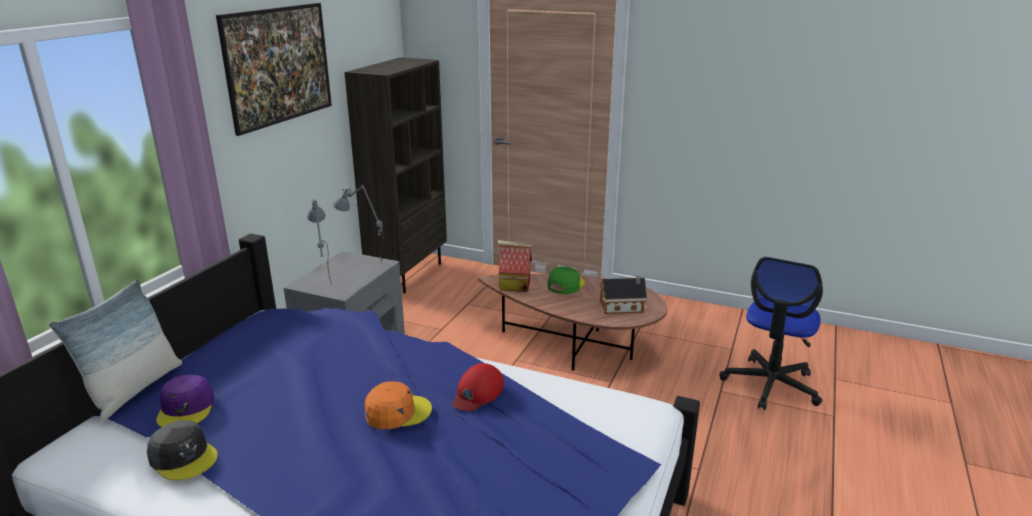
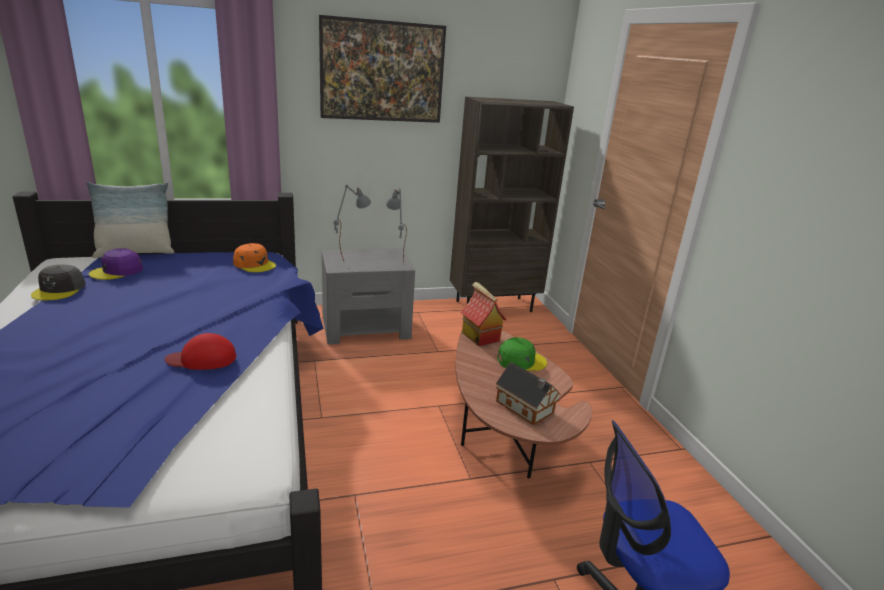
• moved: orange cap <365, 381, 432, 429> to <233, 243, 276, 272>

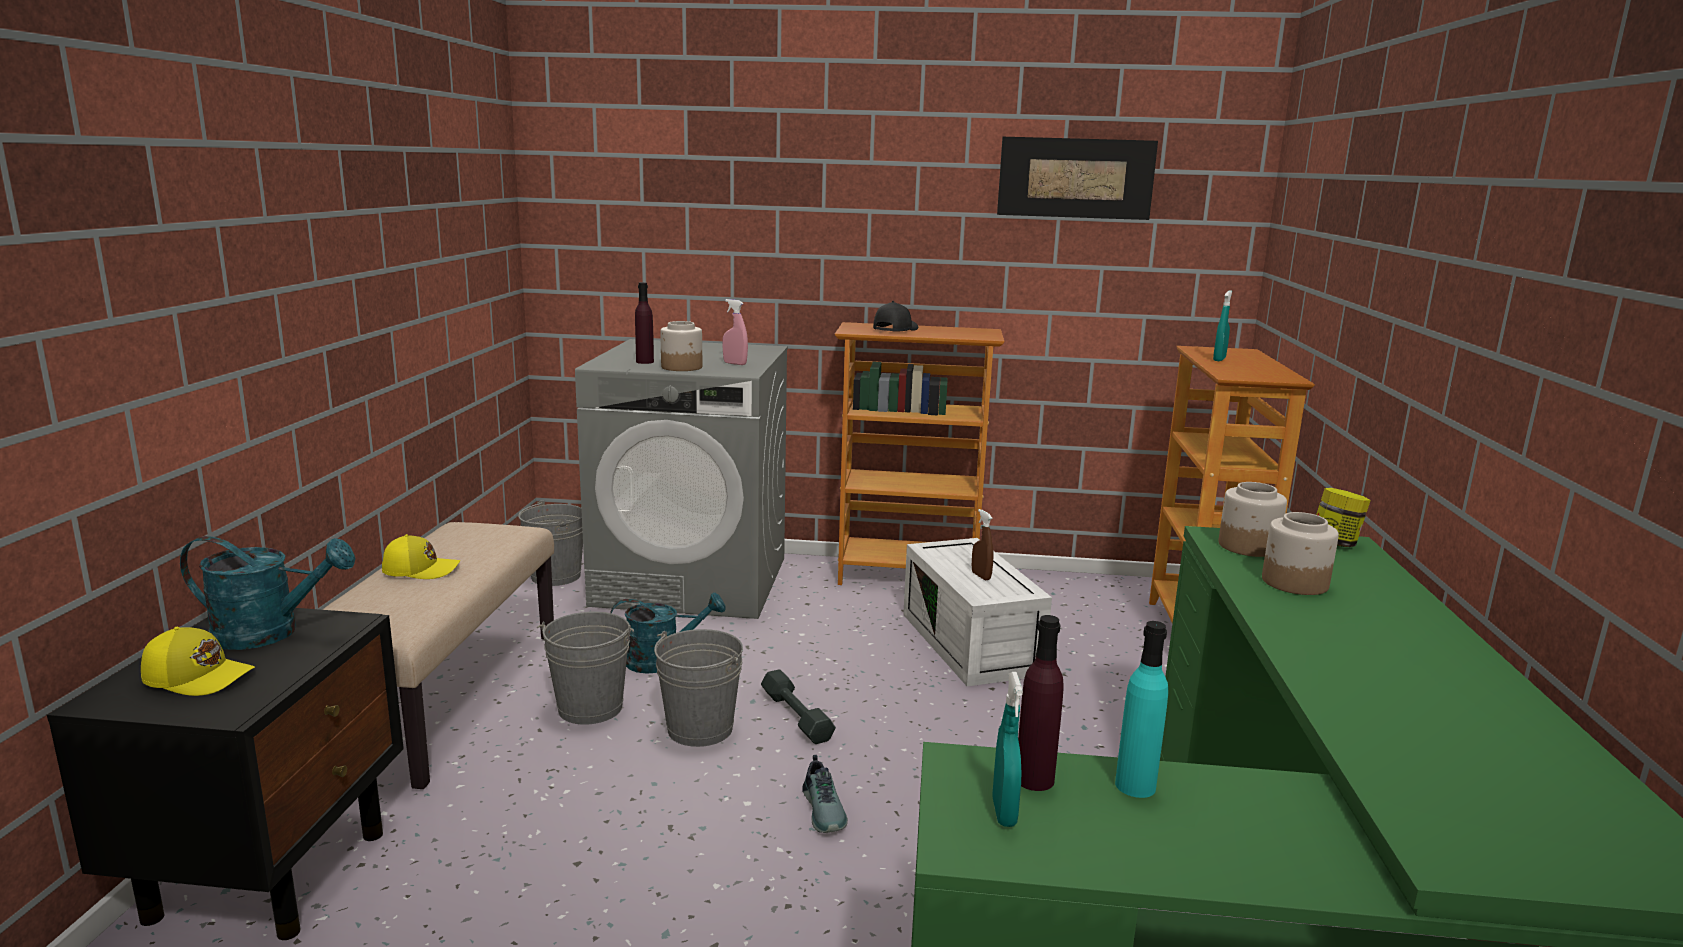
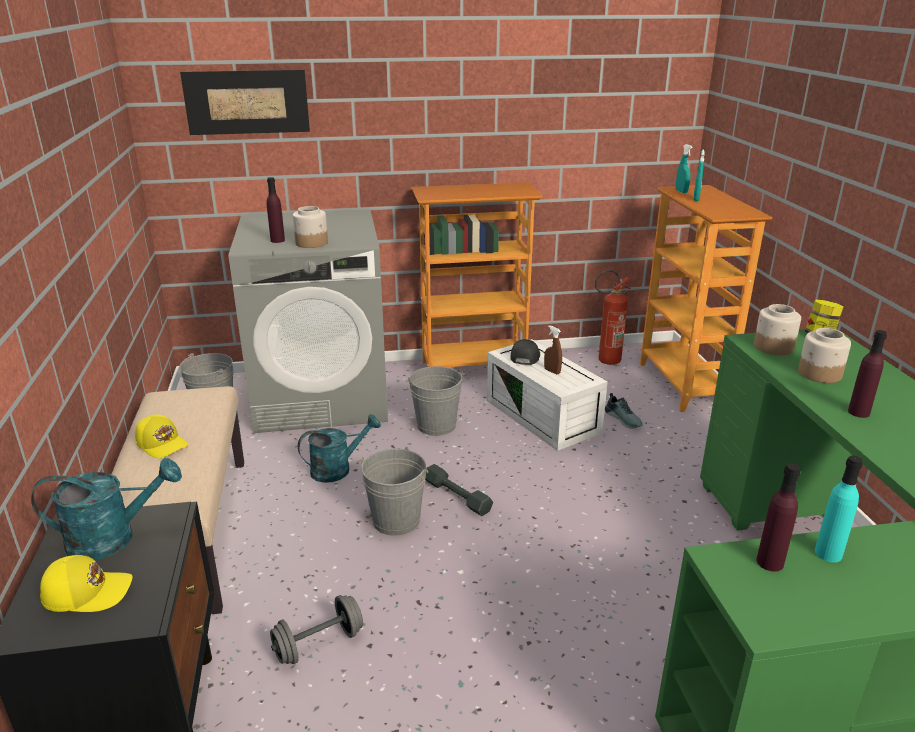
• turned: yellow cap <382, 534, 460, 579> = <135, 415, 188, 458> 60 degrees clockwise
• moved: picture <997, 137, 1158, 220> to <180, 70, 310, 135>
• added: grey dumbbell <270, 595, 363, 664>
• moved: grey bucket <537, 612, 634, 725> to <406, 366, 466, 436>
• moved: black cap <873, 301, 918, 332> to <510, 339, 540, 365>
• added: fire extinguisher <595, 270, 630, 365>
• moved: shoe <802, 755, 848, 833> to <605, 393, 643, 429>
• moved: turquoise spray bottle <992, 672, 1023, 827> to <675, 144, 692, 193>
• added: purple bottle <848, 330, 887, 418>
• removed: pink spray bottle <722, 299, 748, 365>

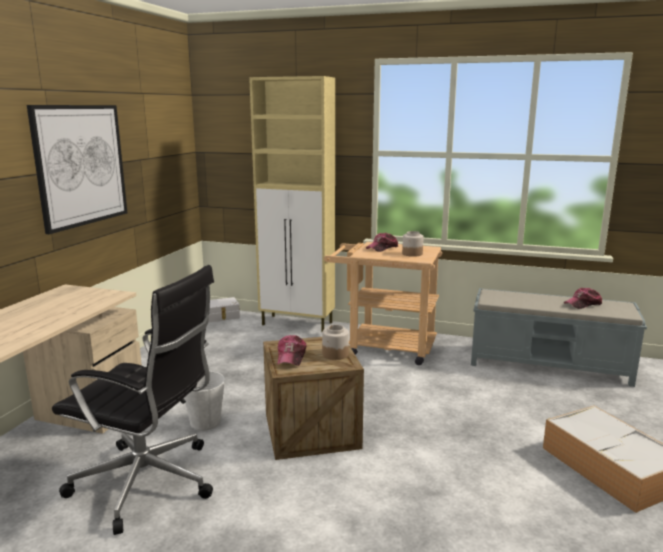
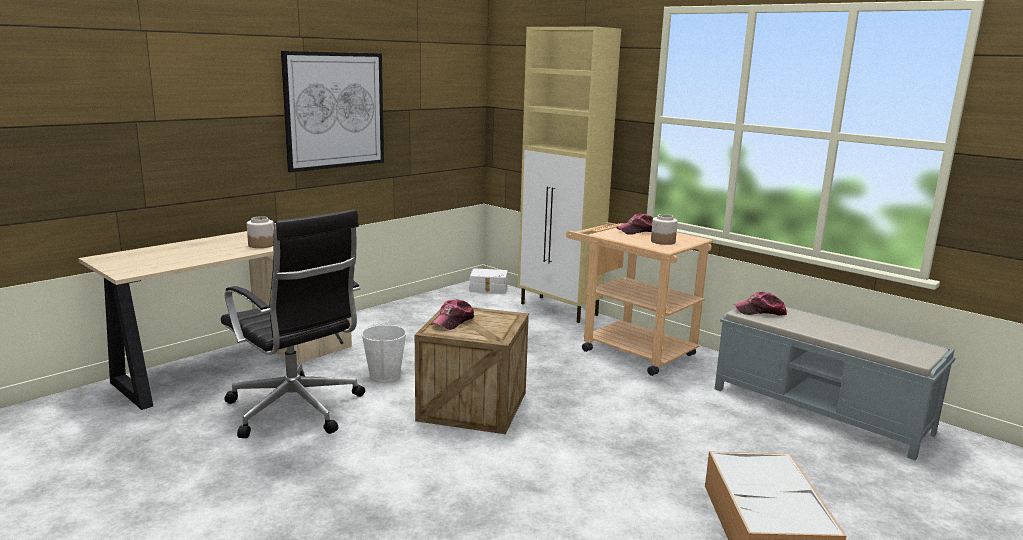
• moved: jar <322, 325, 349, 360> to <247, 216, 274, 248>
• moved: cap <564, 288, 602, 309> to <734, 292, 787, 316>

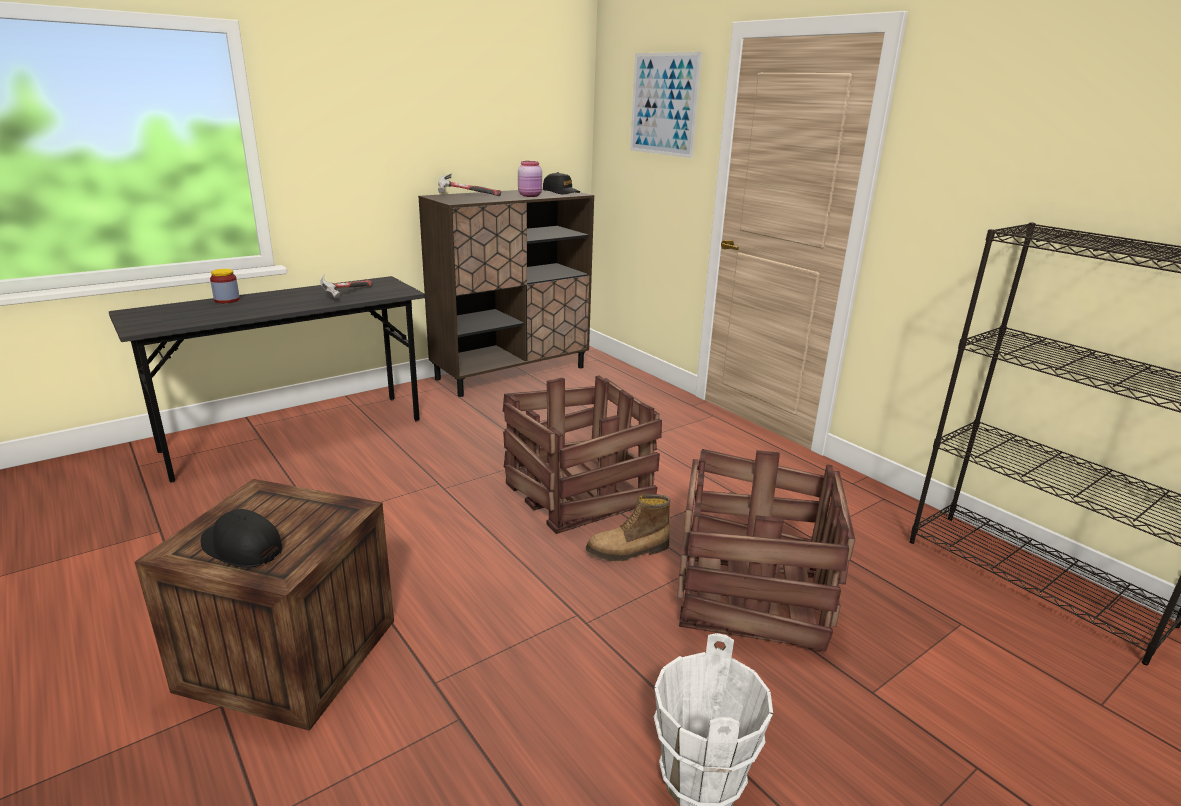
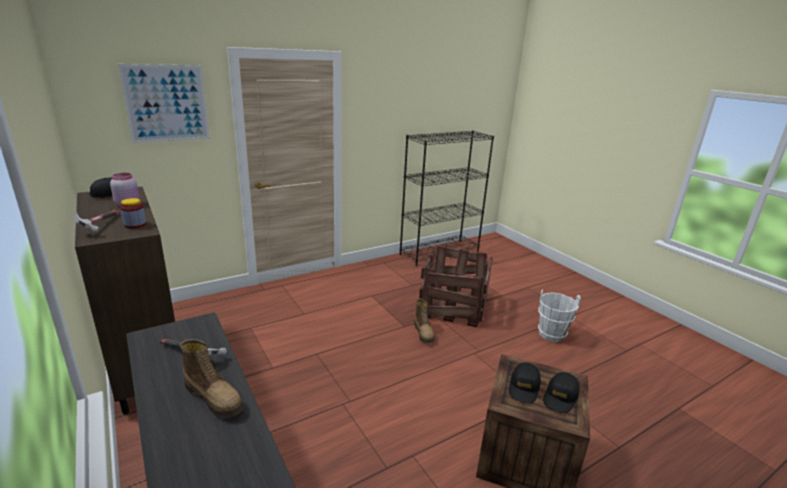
• moved: jar <210, 269, 240, 303> to <120, 198, 146, 229>
• added: boot <180, 339, 243, 418>
• added: black cap <509, 362, 541, 403>
• removed: crate <503, 376, 662, 534>

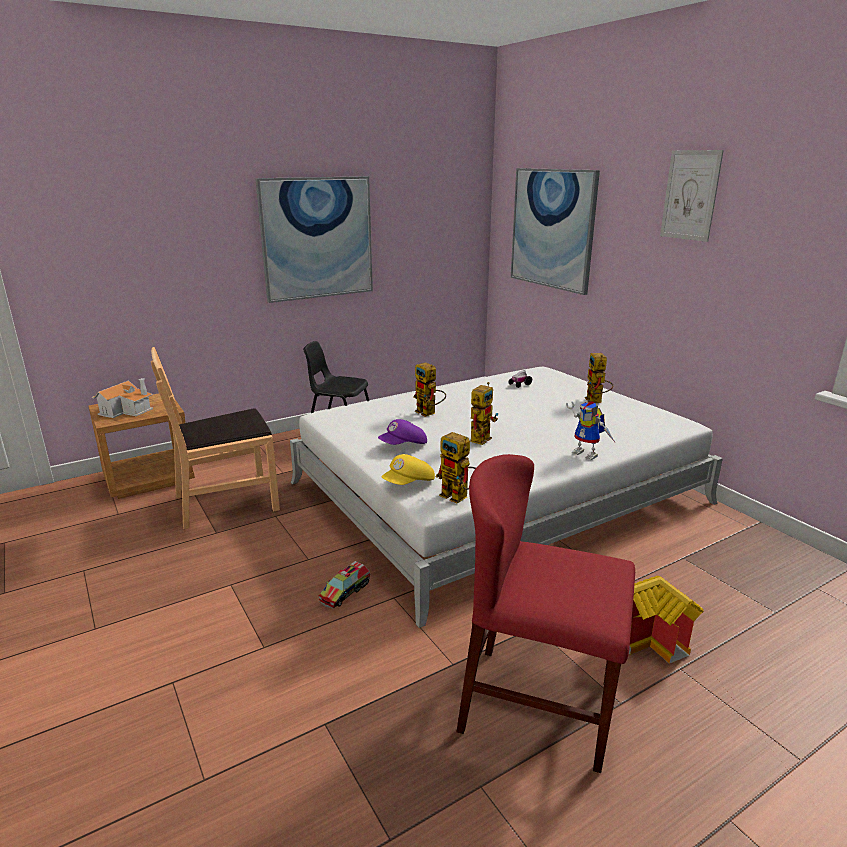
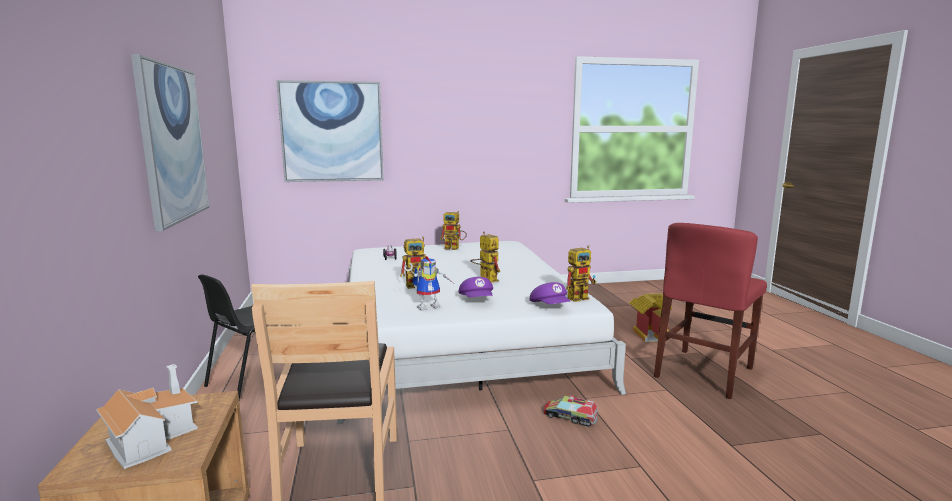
• moved: toy robot <566, 401, 615, 460> to <404, 257, 453, 311>
• recoloured: yellow cap <381, 454, 435, 485> to purple cap <530, 282, 570, 304>
• turned: toy truck <318, 561, 370, 609> = <543, 395, 598, 427> 150 degrees clockwise
• removed: picture <660, 150, 724, 242>

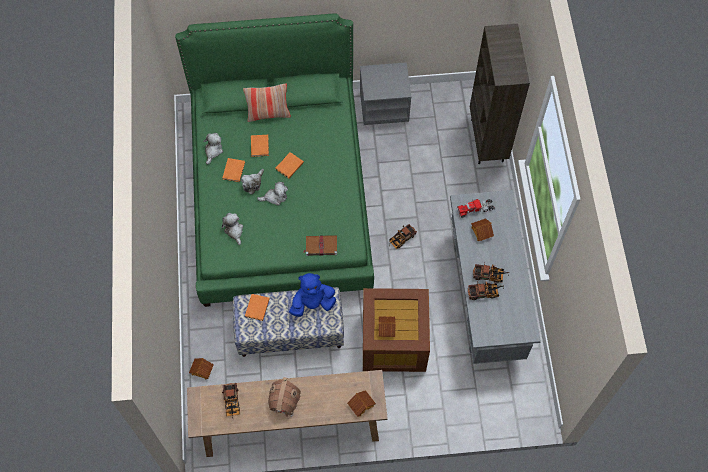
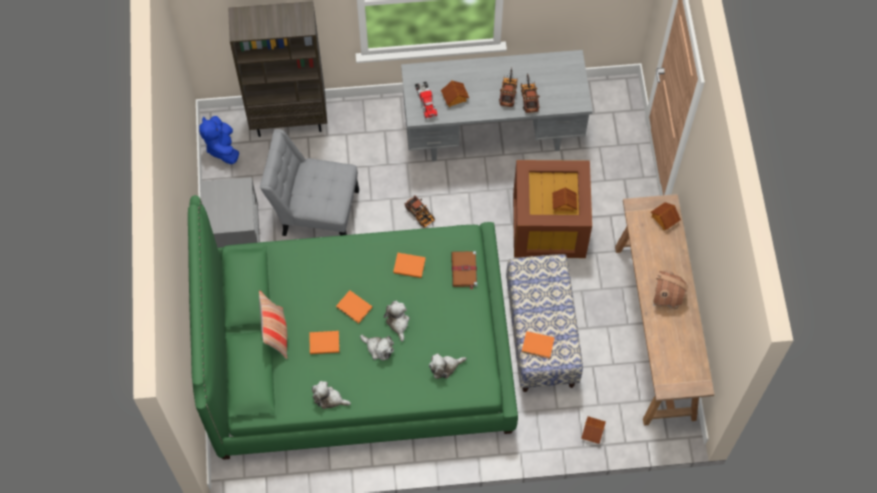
• moved: blue plush toy <289, 273, 336, 317> to <199, 116, 239, 164>
• added: grey chair <260, 129, 359, 236>
• moved: orange book <222, 158, 245, 182> to <393, 253, 426, 278>
• removed: toy truck <222, 383, 240, 418>

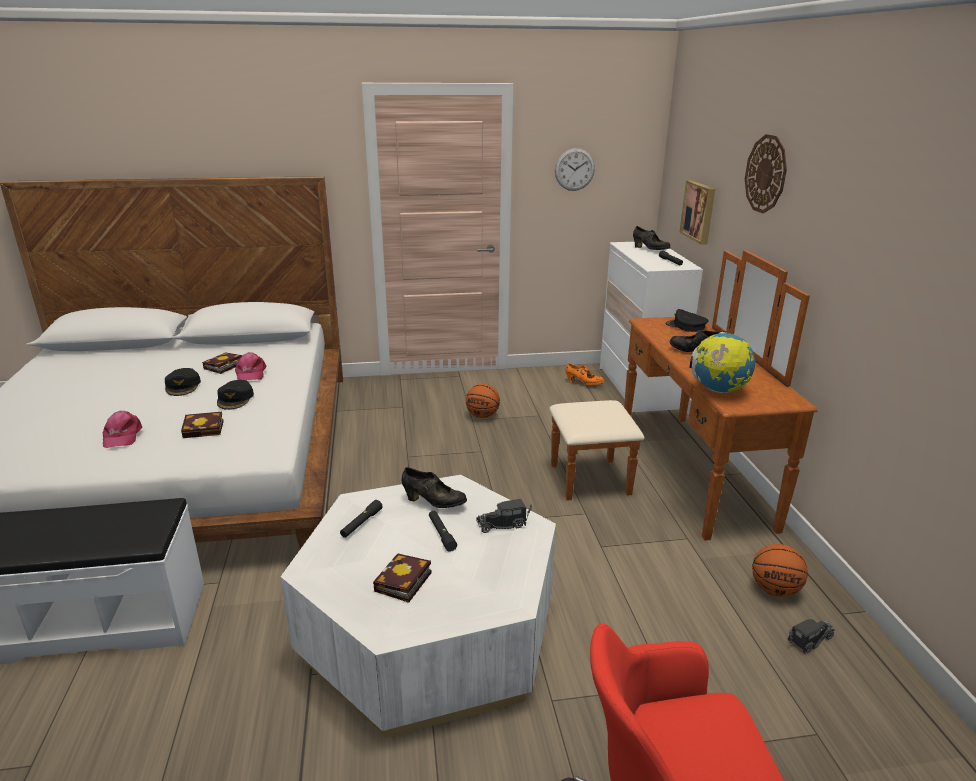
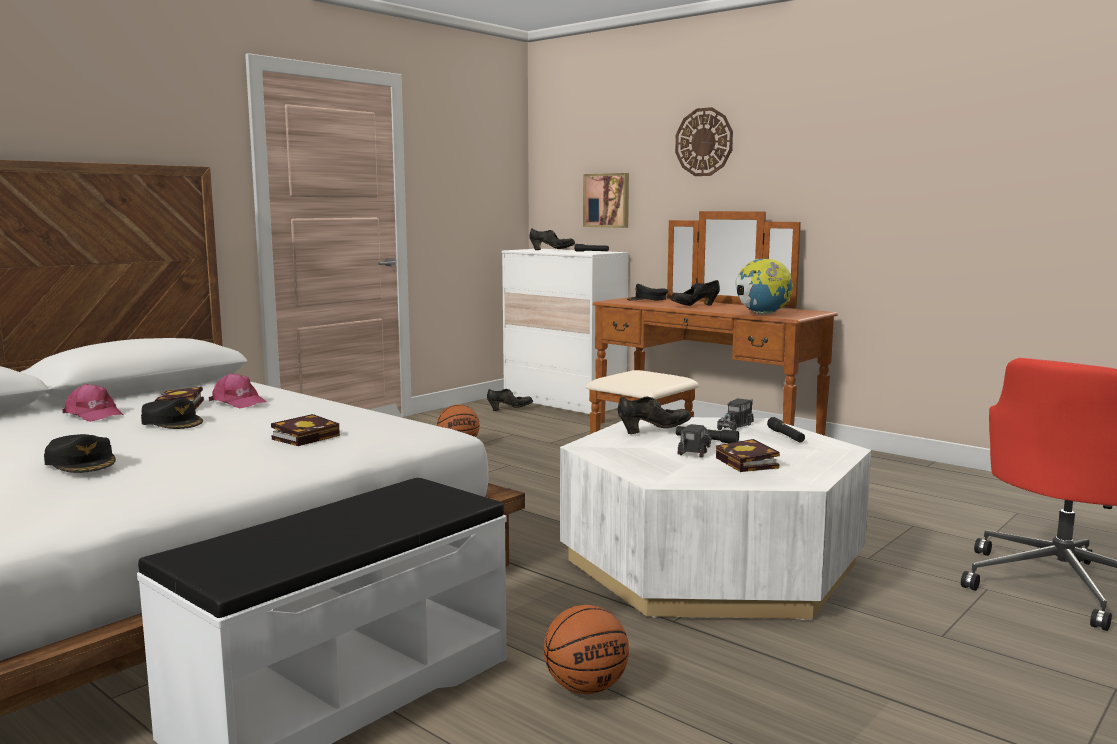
• moved: black cap <217, 380, 254, 410> to <44, 434, 116, 473>
• moved: pink cap <103, 411, 142, 448> to <62, 384, 124, 422>
• recoloured: orange shoe <566, 363, 605, 385> to black shoe <487, 389, 533, 411>
• moved: basketball <752, 544, 808, 597> to <544, 605, 629, 694>
• moved: toy truck <788, 619, 835, 654> to <677, 424, 712, 458>
• moved: black flashlight <340, 500, 383, 538> to <767, 417, 805, 442>
• removed: wall clock <555, 148, 595, 191>

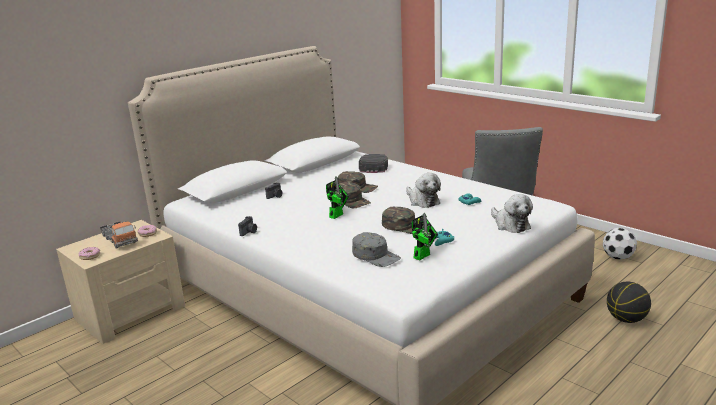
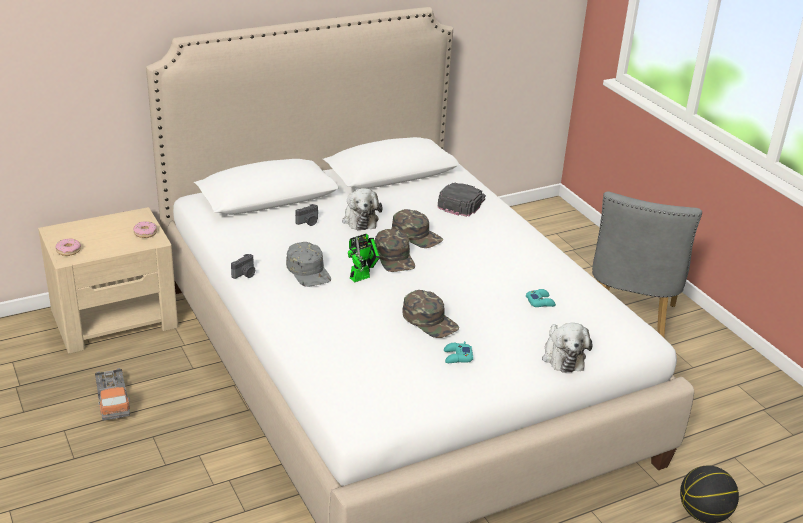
• moved: toy truck <100, 221, 138, 249> to <95, 368, 130, 420>
• moved: grey cap <352, 232, 401, 267> to <286, 242, 331, 287>
• moved: plush toy <406, 173, 441, 208> to <342, 188, 383, 230>
• removed: toy robot <412, 213, 438, 261>
• removed: football <603, 228, 637, 260>

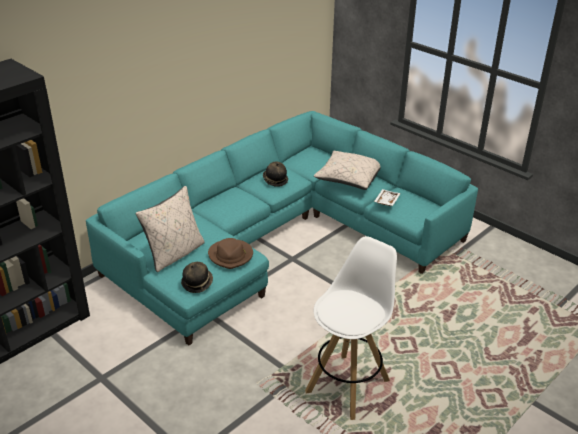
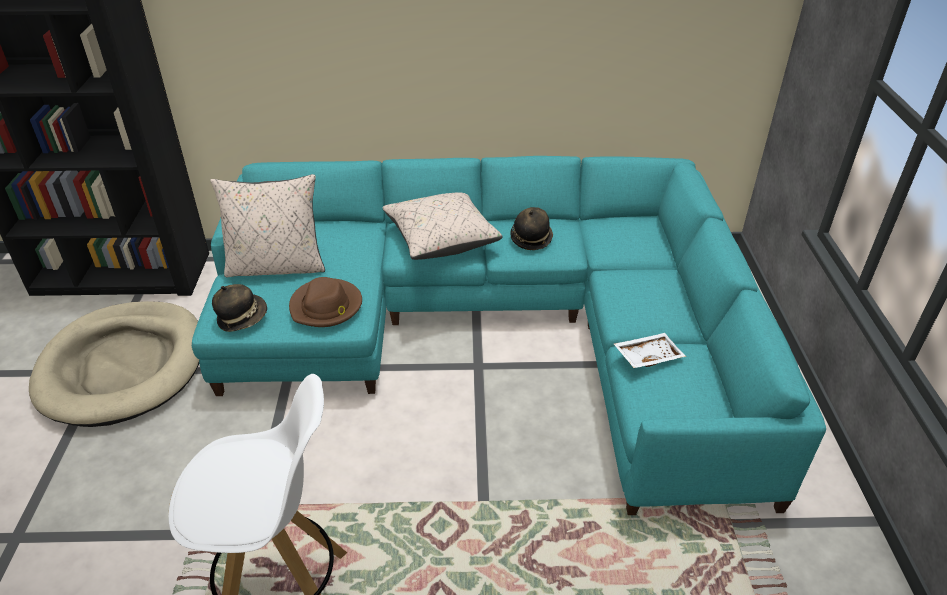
• added: beige dog bed <29, 301, 199, 427>
• moved: beige pillow <314, 151, 381, 190> to <383, 192, 503, 260>

